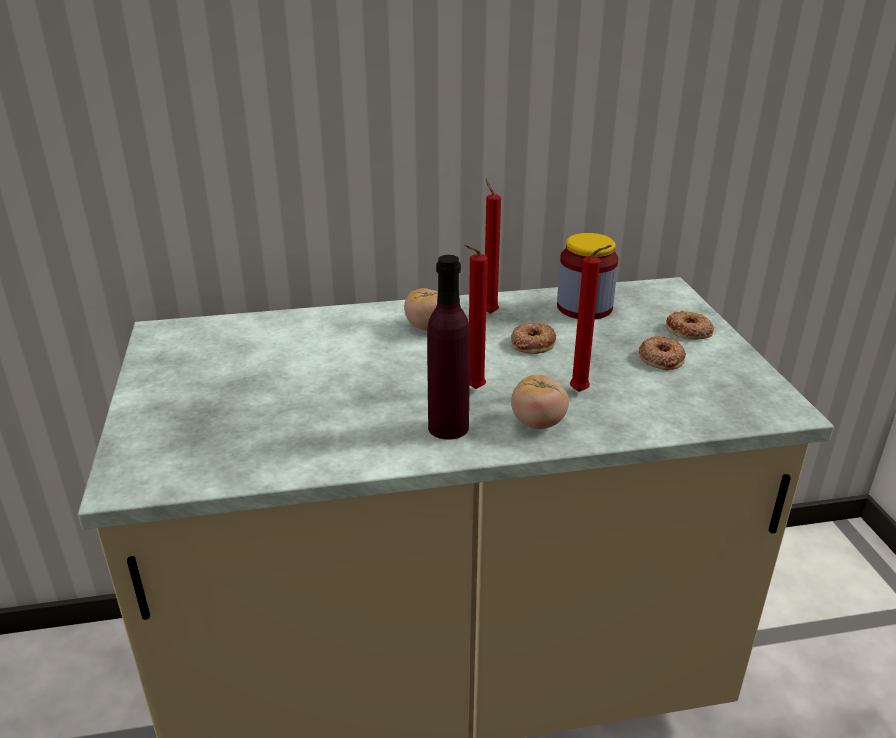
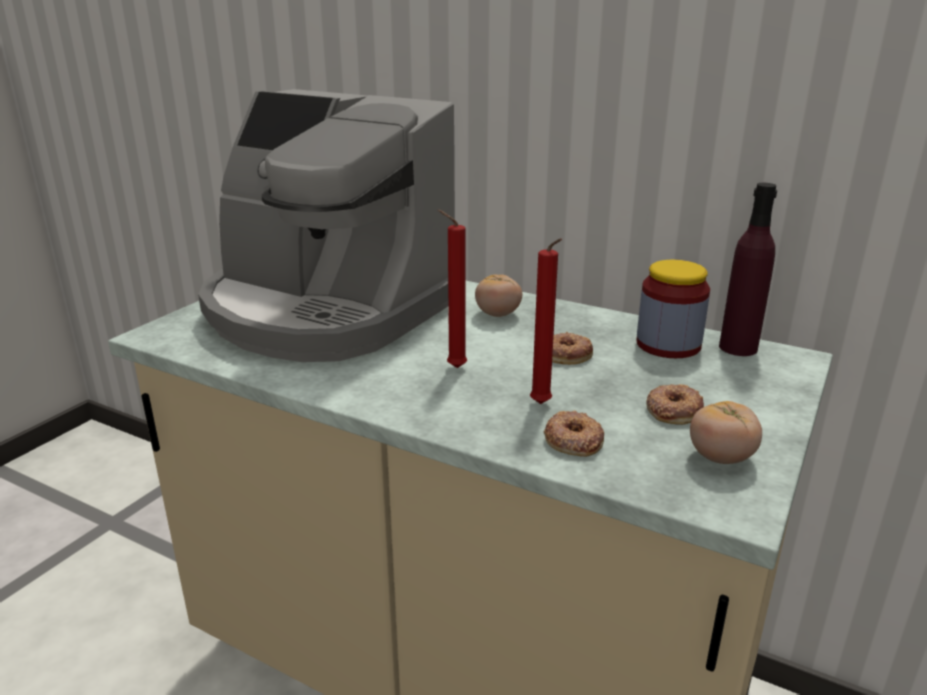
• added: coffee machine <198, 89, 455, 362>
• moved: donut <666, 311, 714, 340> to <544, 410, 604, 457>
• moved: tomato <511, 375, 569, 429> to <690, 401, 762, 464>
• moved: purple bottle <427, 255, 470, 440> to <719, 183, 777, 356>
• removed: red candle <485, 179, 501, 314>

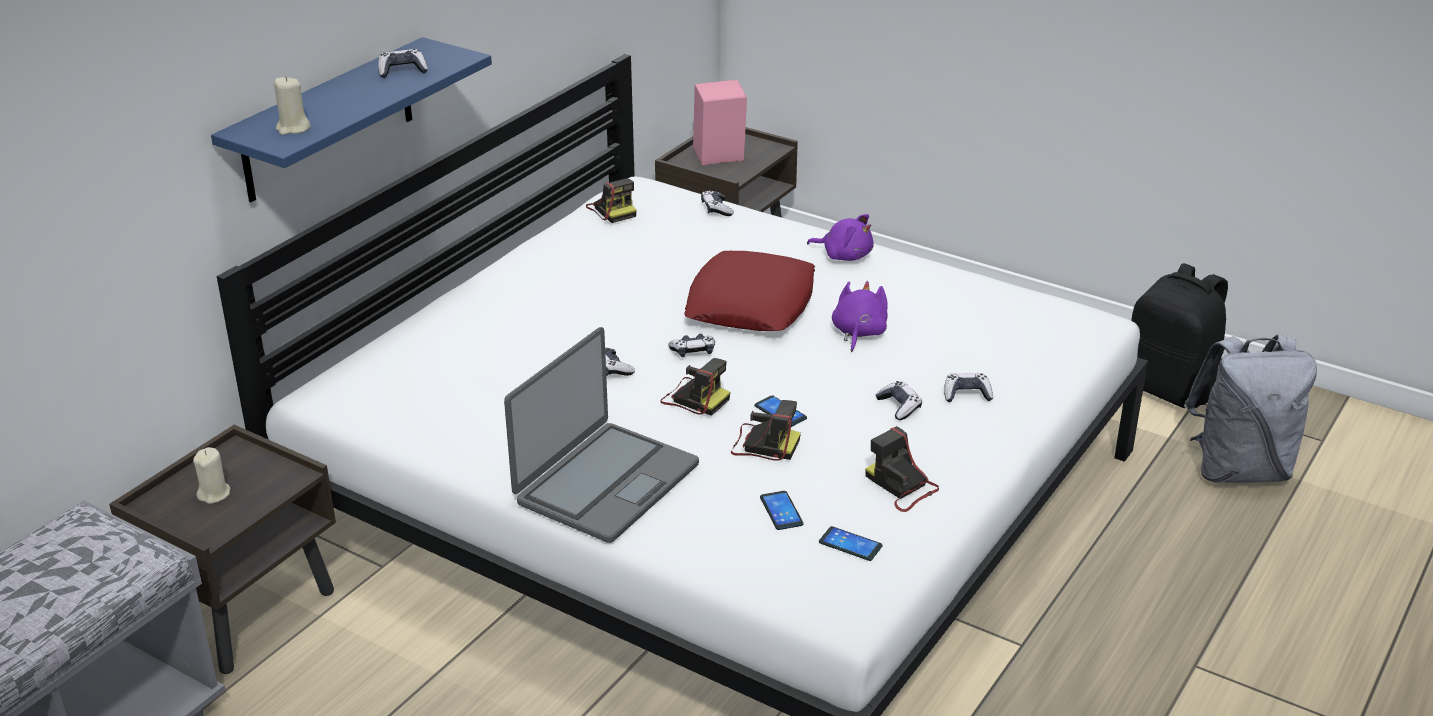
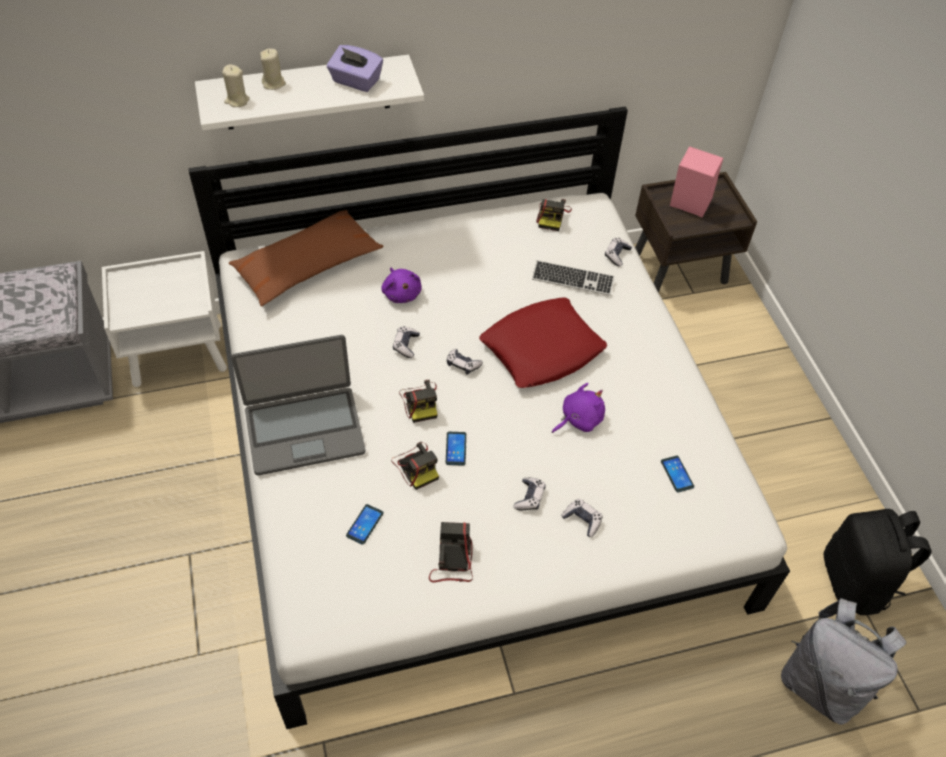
• recoloured: brown nightstand <109, 425, 336, 674> to white nightstand <102, 251, 227, 387>
• recoloured: blue shelf <211, 37, 492, 202> to white shelf <195, 55, 424, 131>
• added: brown pillow <229, 210, 383, 307>
• moved: beige candle <193, 447, 230, 504> to <260, 49, 286, 90>
• replaced: game controller <378, 49, 428, 78> to purple tissue box <327, 45, 383, 92>
• moved: purple plush toy <807, 214, 874, 261> to <381, 268, 421, 303>
• added: keyboard <532, 260, 615, 296>
• moved: phone <819, 526, 883, 561> to <661, 456, 694, 493>

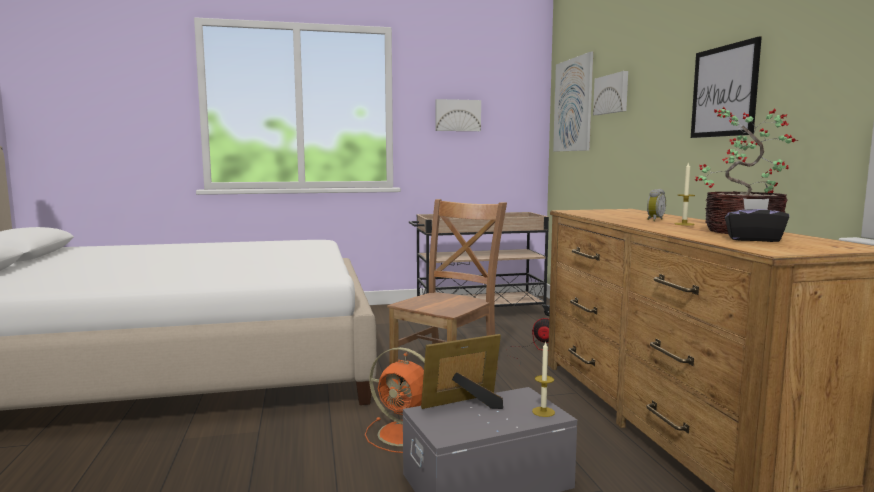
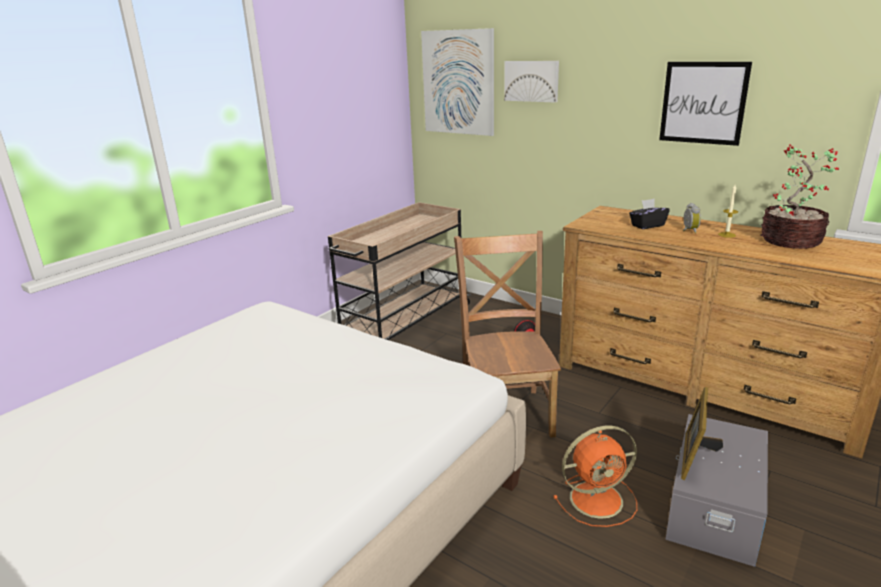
• moved: black tissue box <725, 198, 789, 242> to <629, 199, 670, 229>
• removed: picture <436, 99, 481, 131>
• removed: candle <532, 341, 555, 417>

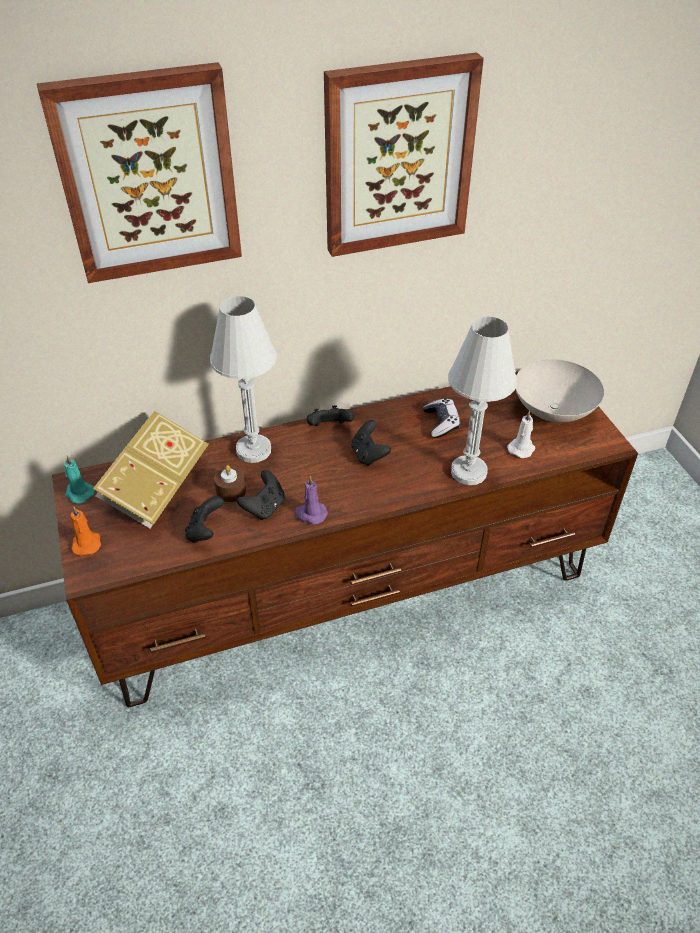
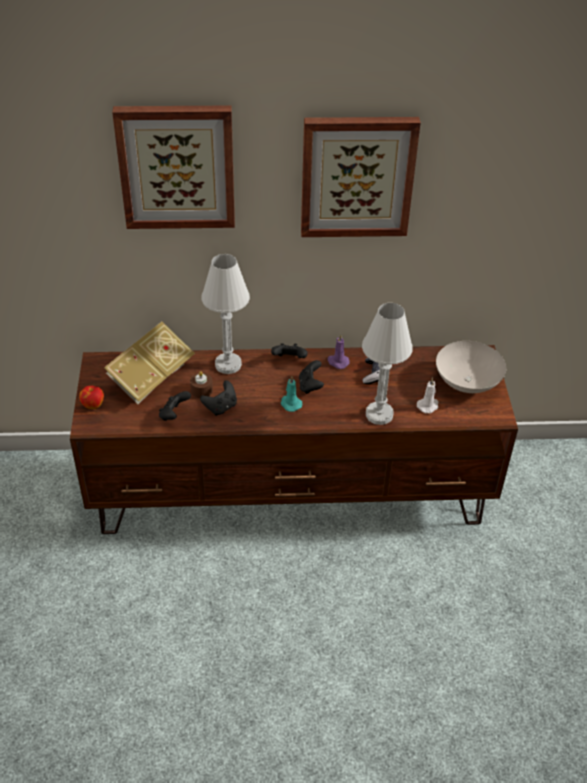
• replaced: orange candle <70, 506, 101, 556> to apple <79, 386, 104, 409>
• moved: turquoise candle <64, 455, 95, 503> to <281, 376, 303, 412>
• moved: purple candle <295, 476, 328, 524> to <328, 334, 350, 369>

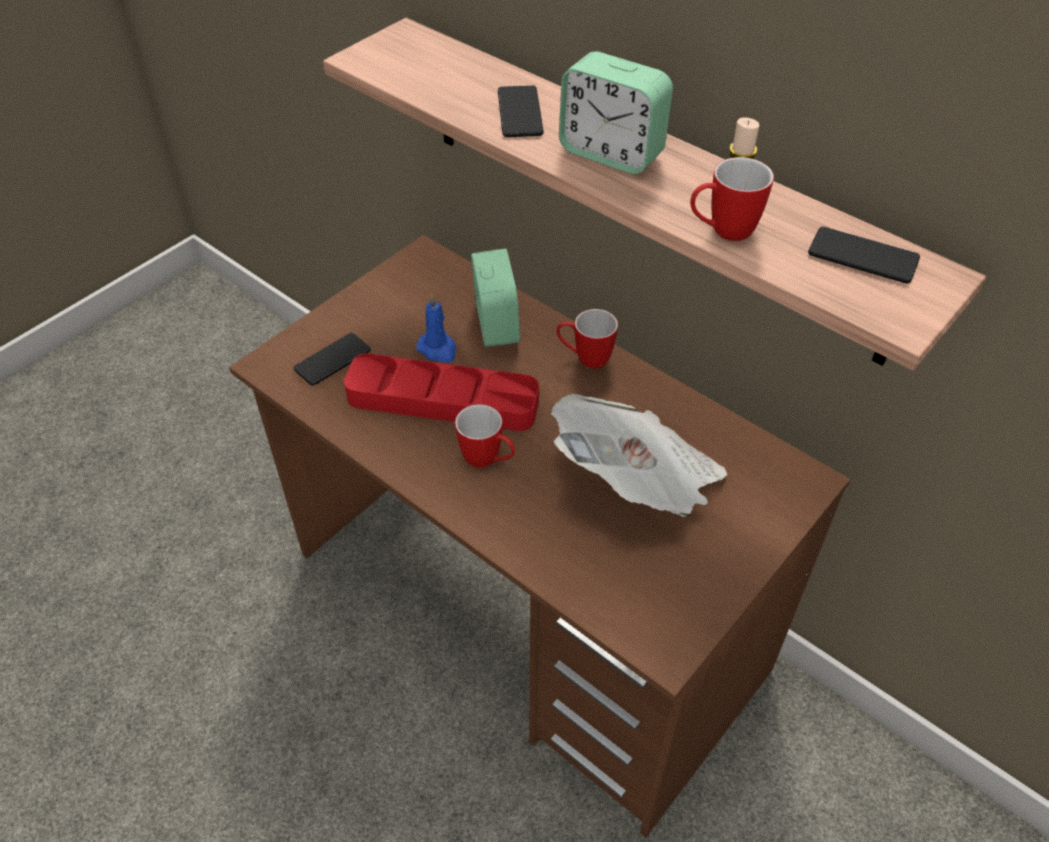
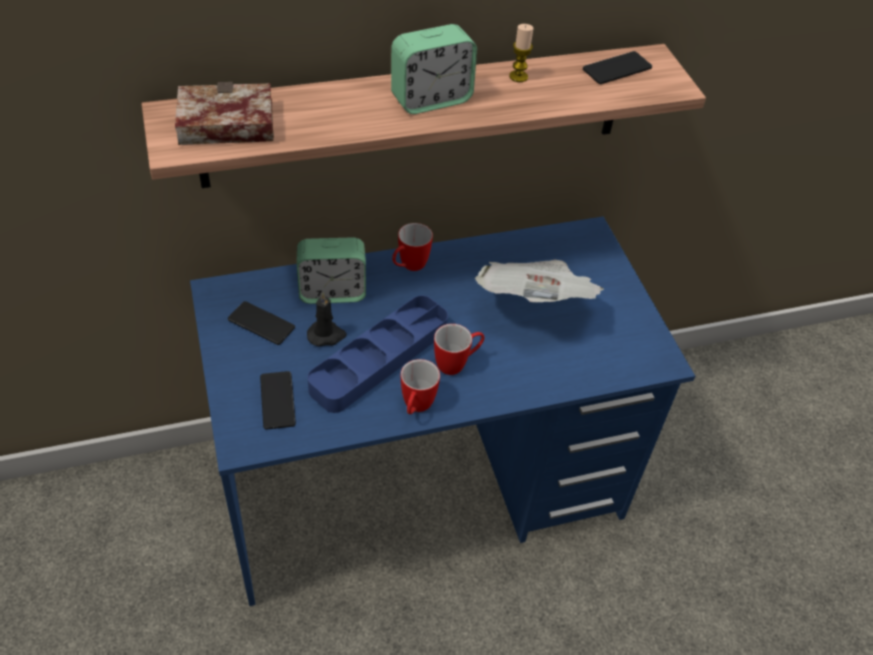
• added: book <175, 82, 274, 145>
• recoloured: brown desk <229, 235, 851, 838> to blue desk <190, 216, 695, 606>
• moved: phone <498, 85, 544, 137> to <228, 301, 295, 345>
• turned: alarm clock <471, 249, 520, 347> = <297, 237, 366, 304> 150 degrees clockwise
• recoloured: blue candle <416, 294, 456, 363> to black candle <307, 292, 347, 347>
• recoloured: red tray <344, 353, 539, 431> to blue tray <307, 295, 448, 413>
• moved: mug <690, 157, 774, 241> to <401, 359, 440, 414>

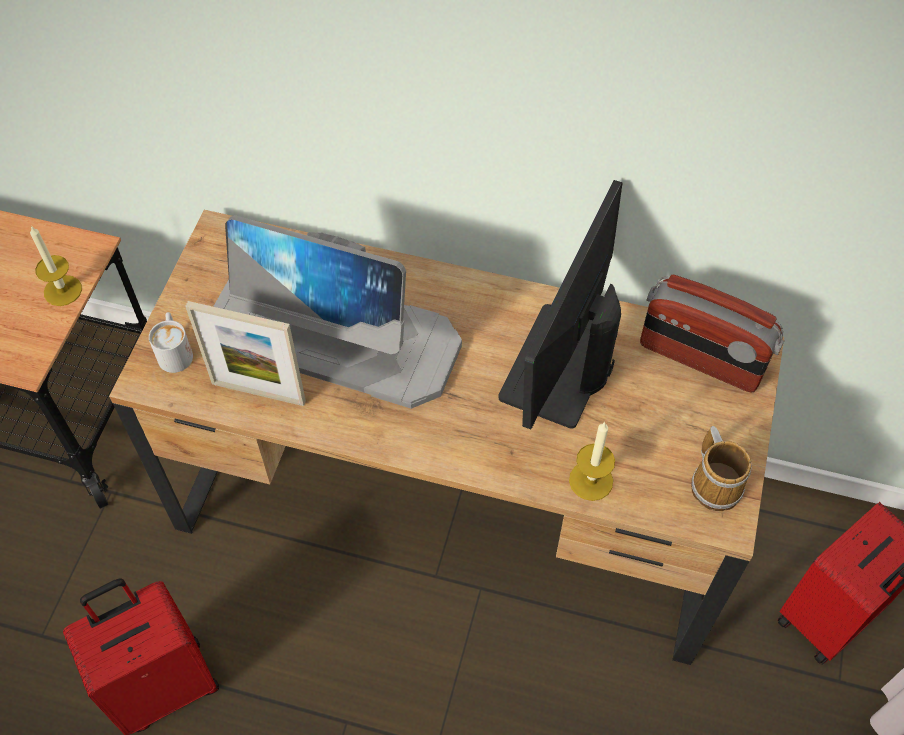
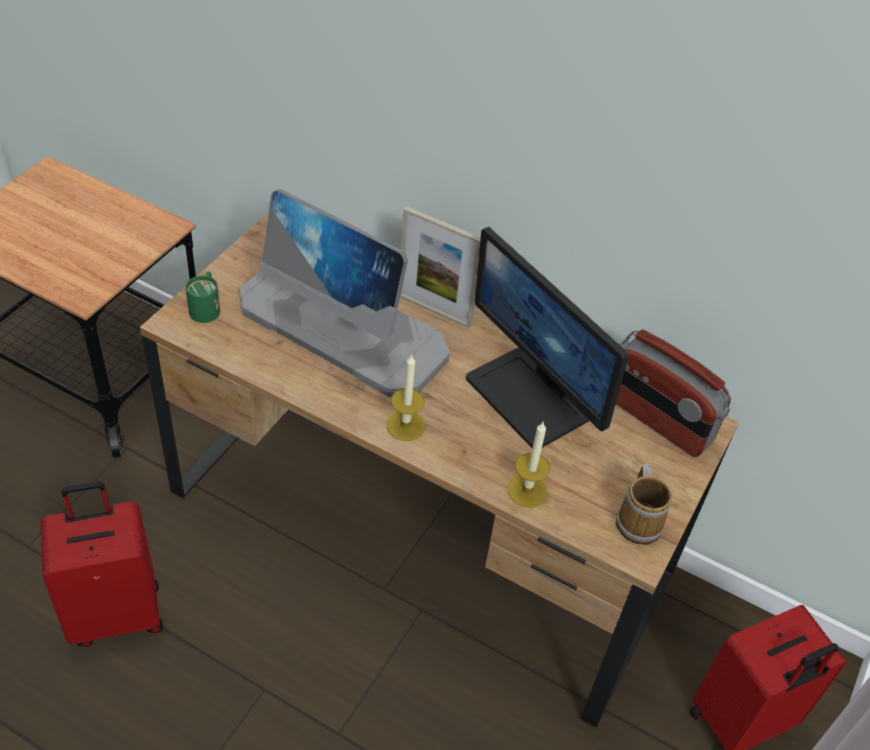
• recoloured: white mug <149, 312, 193, 373> to green mug <186, 271, 220, 323>
• moved: candle <30, 226, 82, 306> to <387, 354, 425, 441>
• moved: picture frame <185, 301, 306, 406> to <400, 206, 481, 328>
• turned: monitor <498, 180, 622, 429> = <466, 227, 629, 448> 75 degrees counterclockwise

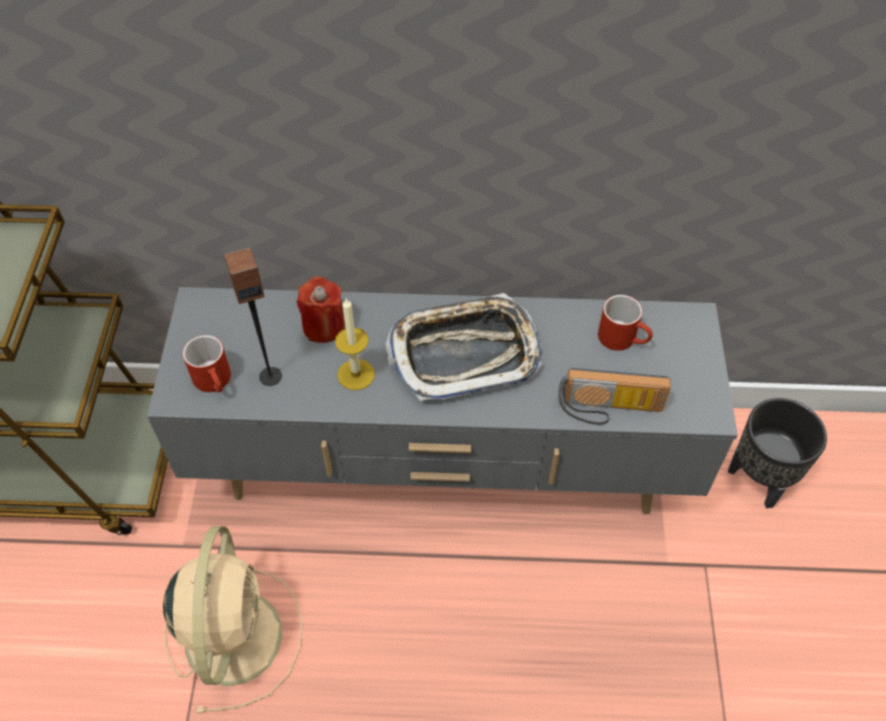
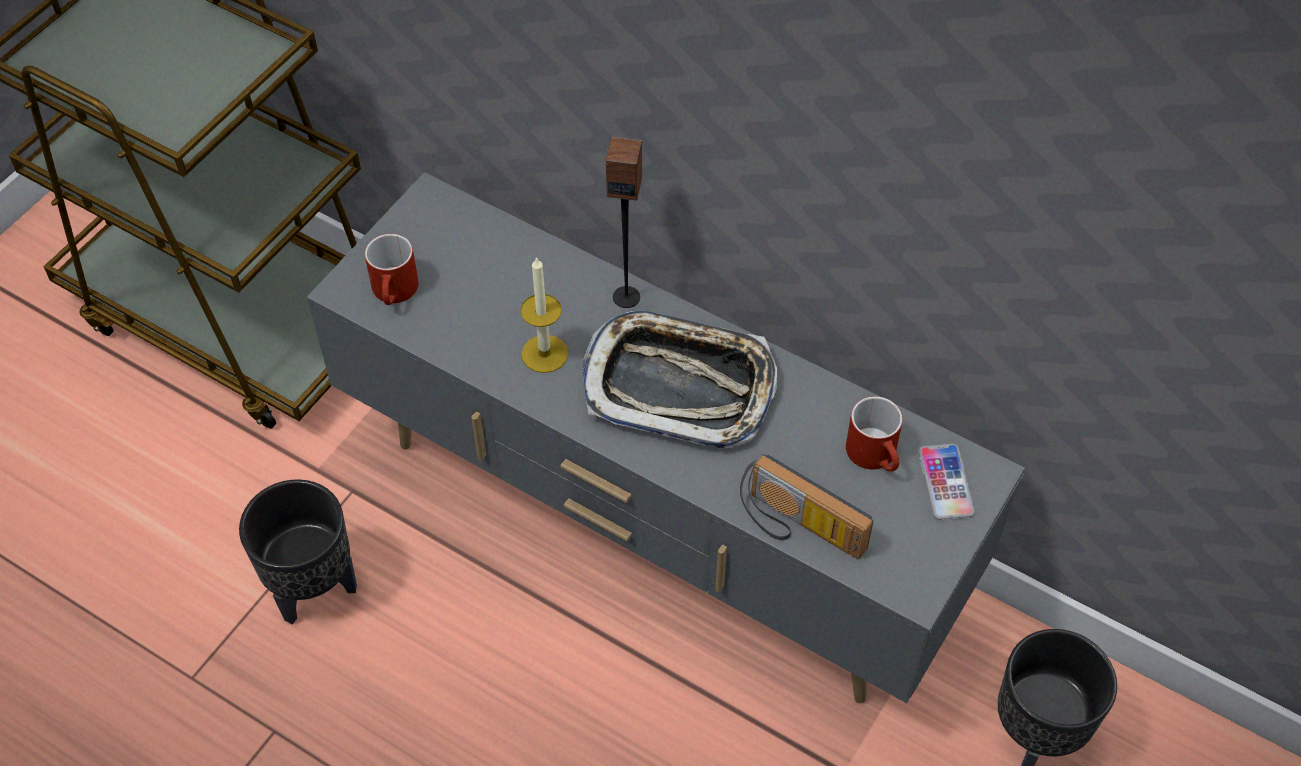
• replaced: beige fan <163, 526, 302, 714> to black planter <239, 479, 357, 625>
• moved: speaker <224, 247, 282, 386> to <606, 137, 642, 308>
• added: phone <919, 444, 975, 520>
• removed: red candle <297, 277, 345, 343>

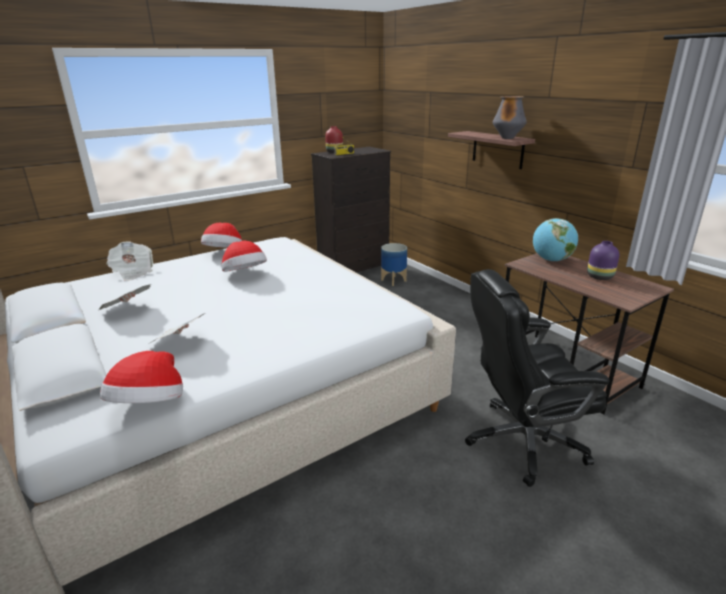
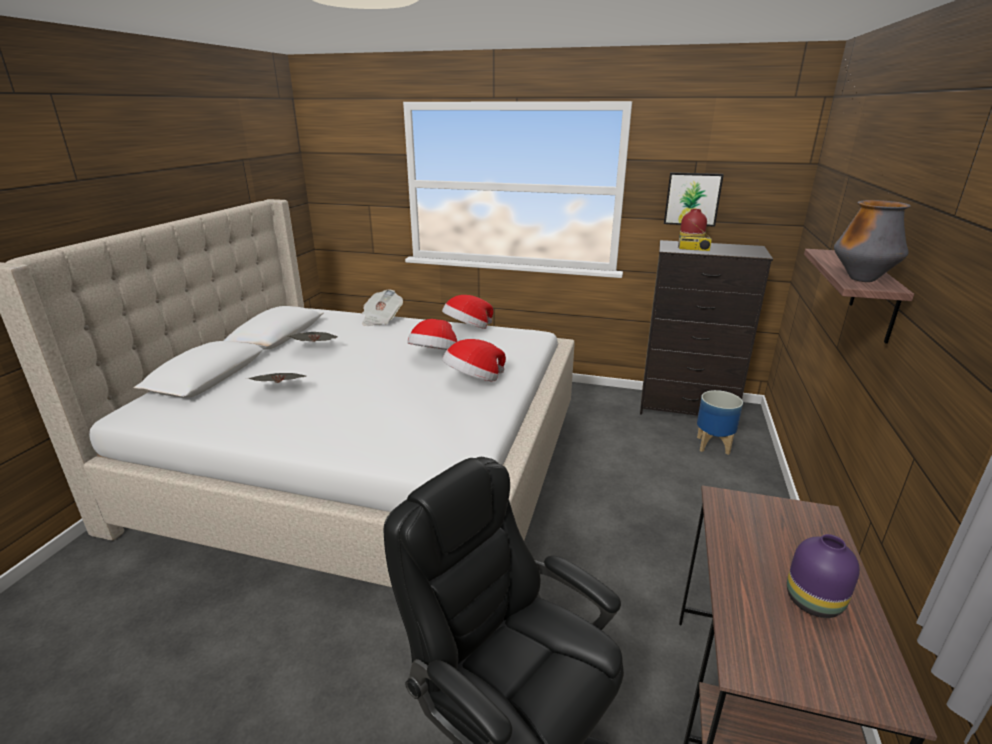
• moved: hat <100, 351, 183, 403> to <442, 339, 506, 381>
• added: picture <664, 172, 724, 227>
• removed: globe <533, 218, 578, 261>

